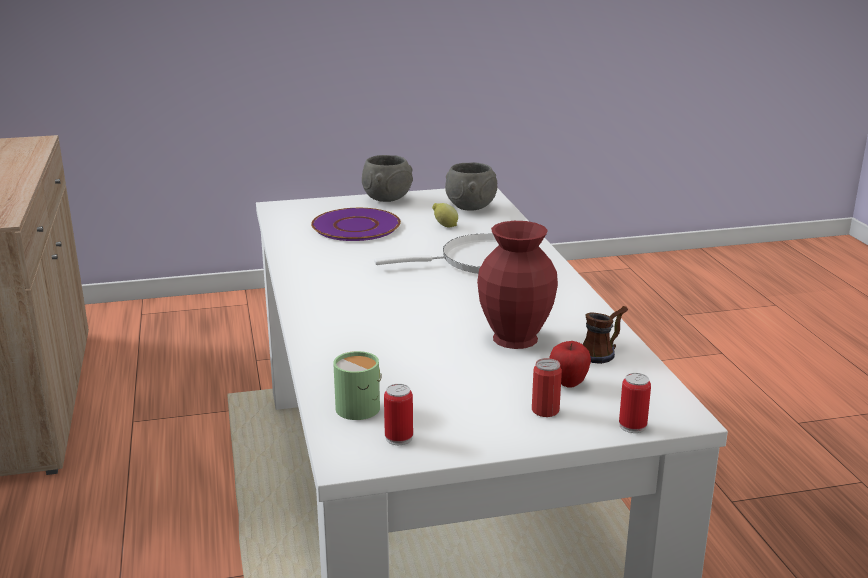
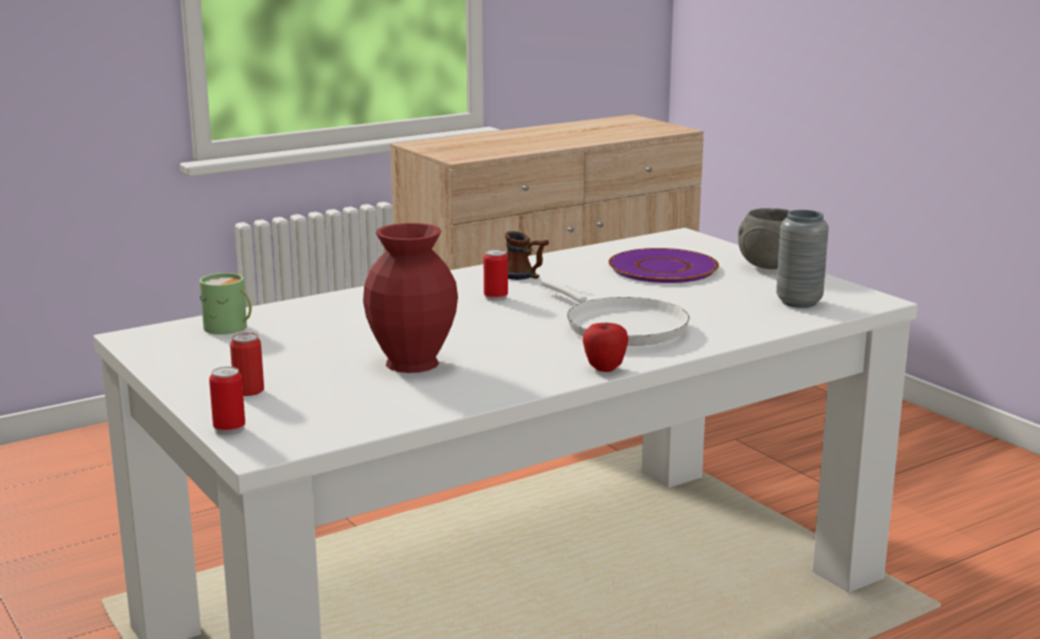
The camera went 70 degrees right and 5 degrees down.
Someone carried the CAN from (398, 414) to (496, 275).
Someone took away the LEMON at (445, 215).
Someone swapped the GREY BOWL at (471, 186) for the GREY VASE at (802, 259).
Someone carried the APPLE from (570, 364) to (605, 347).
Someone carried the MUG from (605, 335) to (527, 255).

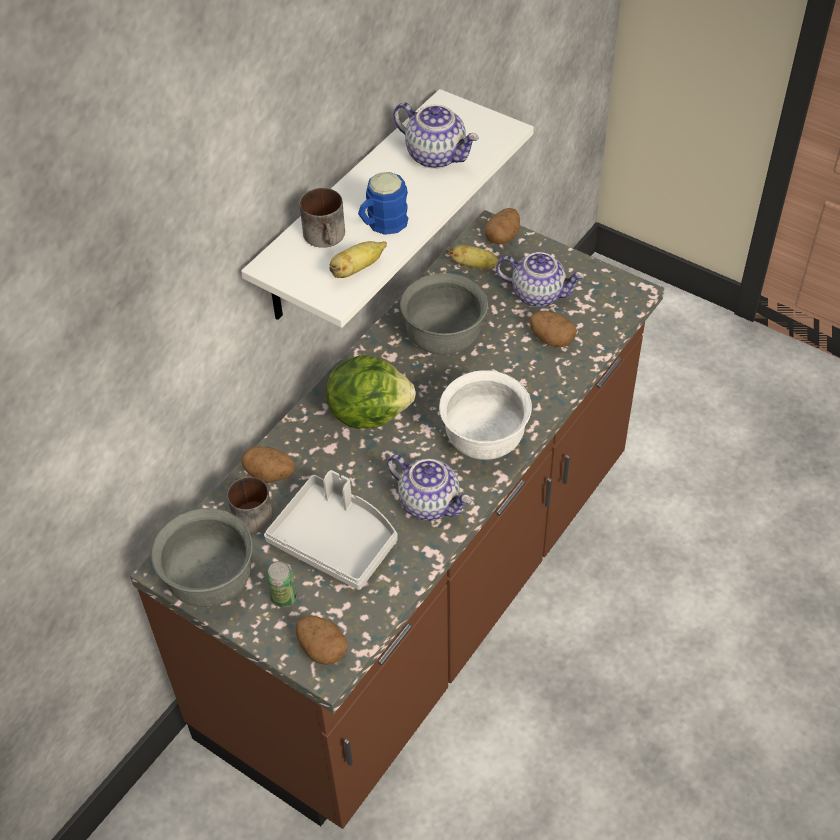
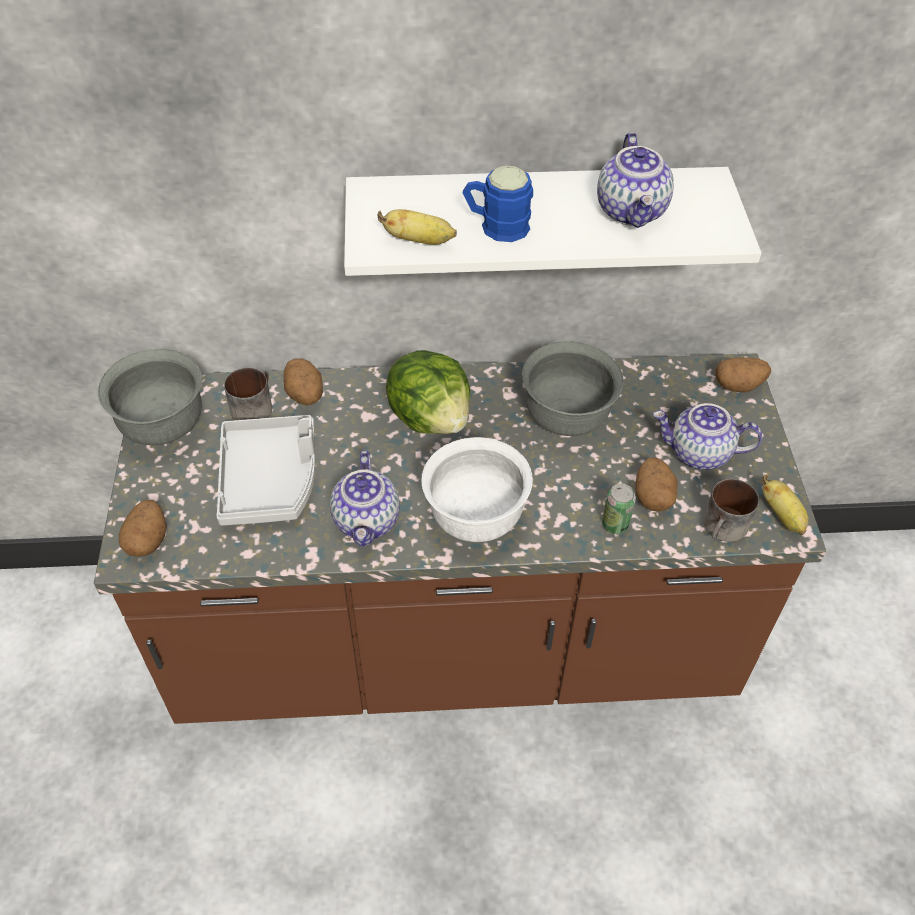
The camera went 50 degrees right and 0 degrees up.
Someone carried the CAN from (281, 584) to (619, 508).
Someone carried the MUG from (322, 218) to (731, 510).
Someone carried the BANANA from (473, 257) to (785, 504).
Someone rotated the TEAPOT at (540, 279) by 120 degrees clockwise.

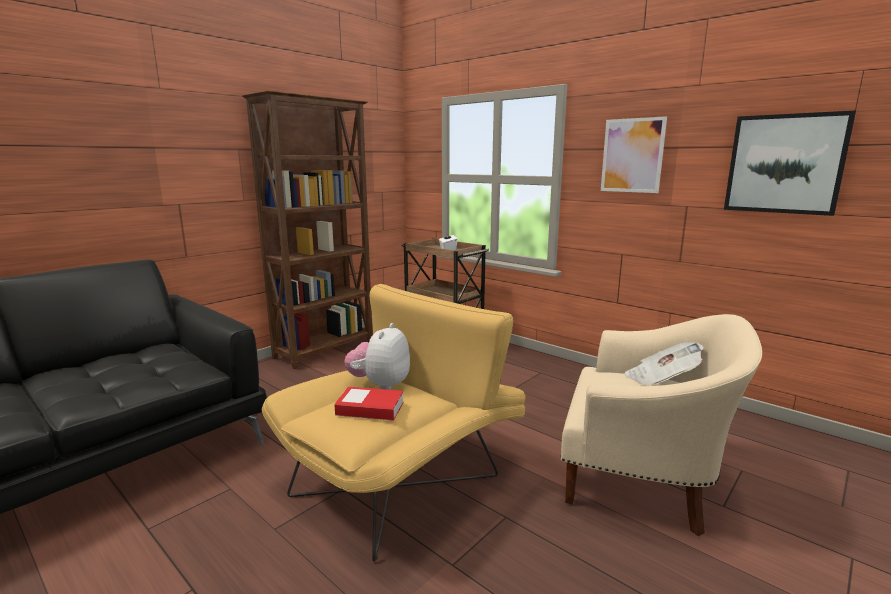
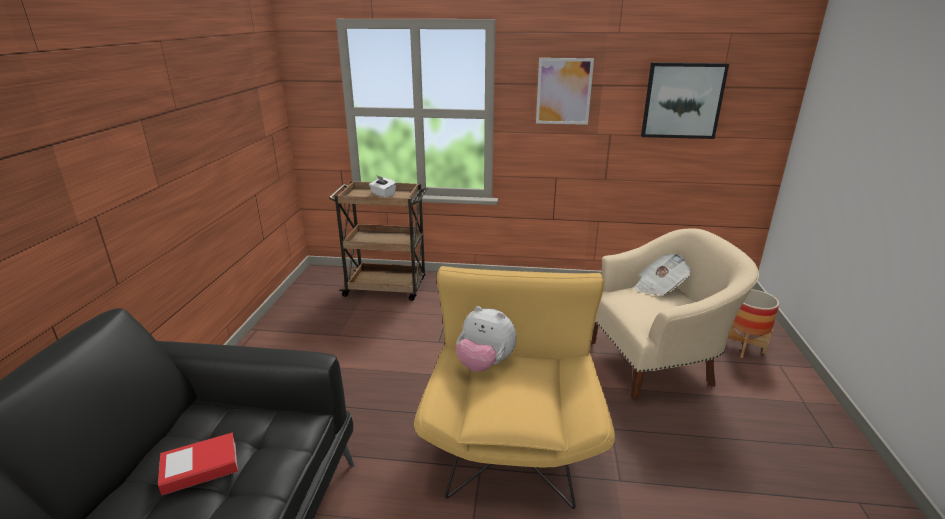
The camera went 35 degrees left and 10 degrees up.
Someone took away the BROWN BOOKCASE at (307, 230).
Someone carried the BOOK from (369, 404) to (198, 463).
Someone rotated the PLUSH TOY at (377, 356) by 45 degrees counterclockwise.
Someone put down the PLANTER at (753, 323).

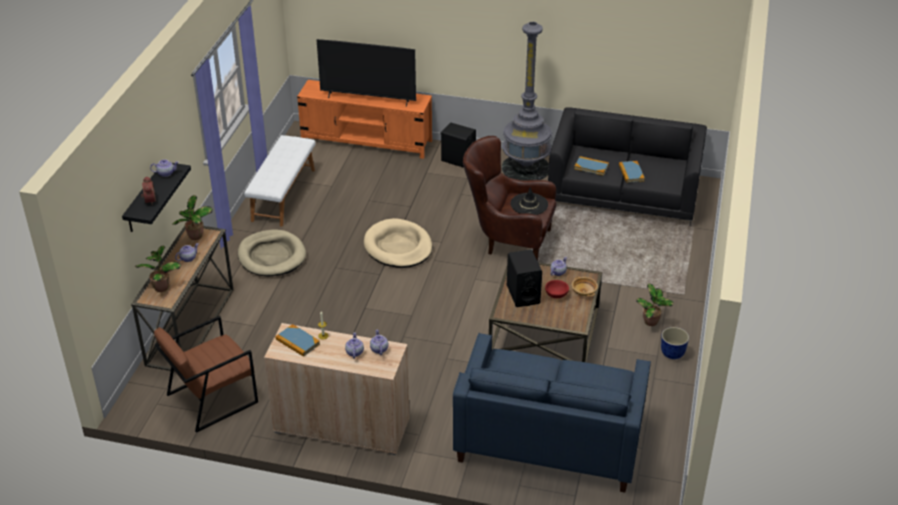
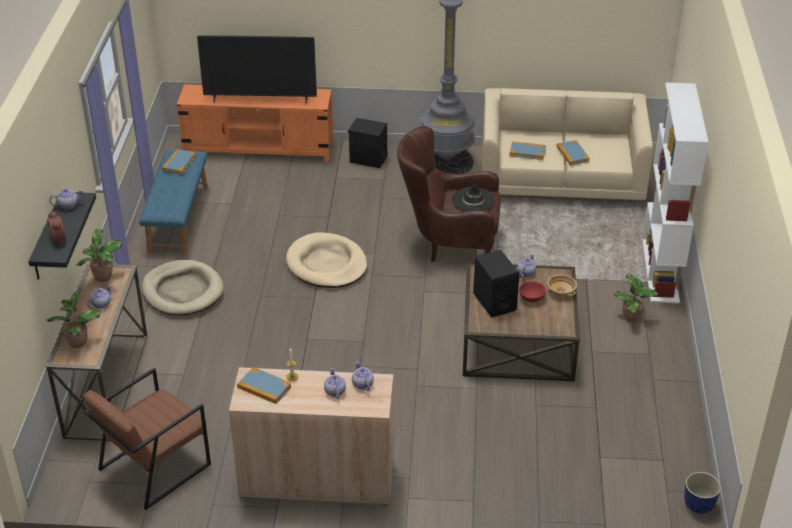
The camera went 10 degrees left and 0 degrees up.
Someone repainted the WHITE BENCH at (279, 181), which became the BLUE BENCH at (173, 203).
Someone took away the BLUE SOFA at (552, 412).
Someone repainted the BLACK SOFA at (627, 166), which became the BEIGE SOFA at (567, 147).
Someone carried the PLANTER from (675, 343) to (702, 493).
Someone put down the BOOK at (179, 162).
Someone put down the WHITE BOOKCASE at (675, 193).

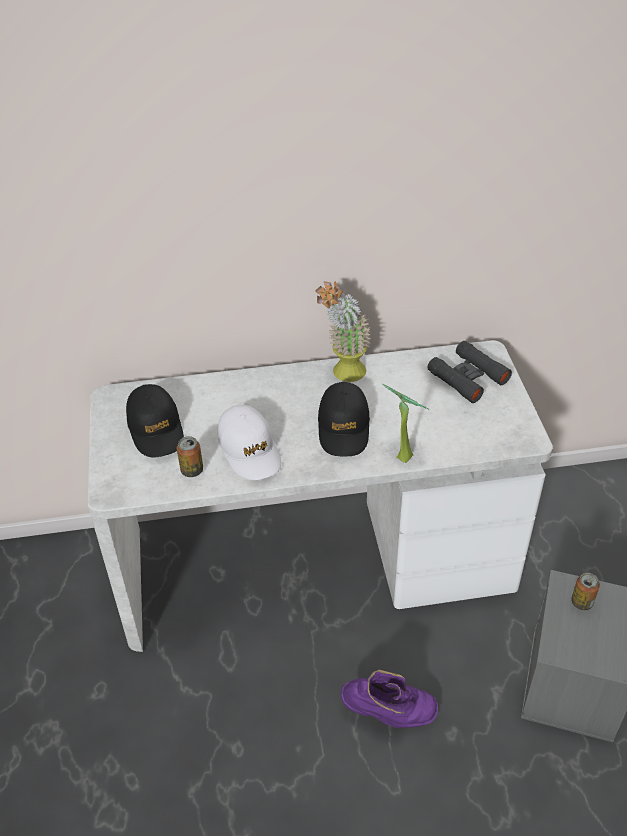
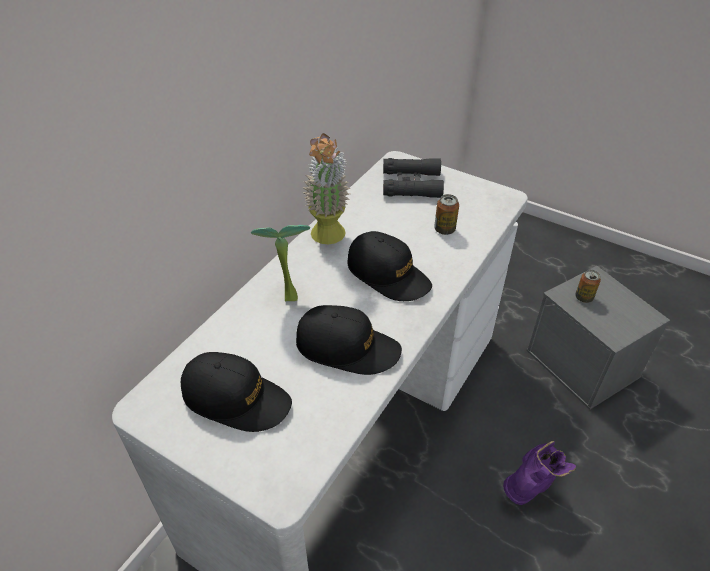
The camera went 50 degrees left and 0 degrees up.
Someone carried the CAN from (190, 456) to (446, 214).
Someone repainted the WHITE CAP at (249, 442), which became the BLACK CAP at (349, 340).
Someone carried the POTTED PLANT from (406, 423) to (280, 263).

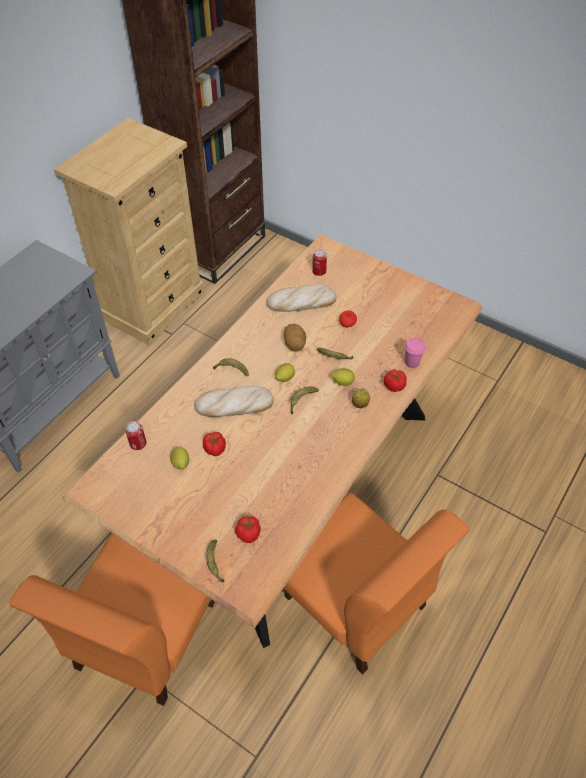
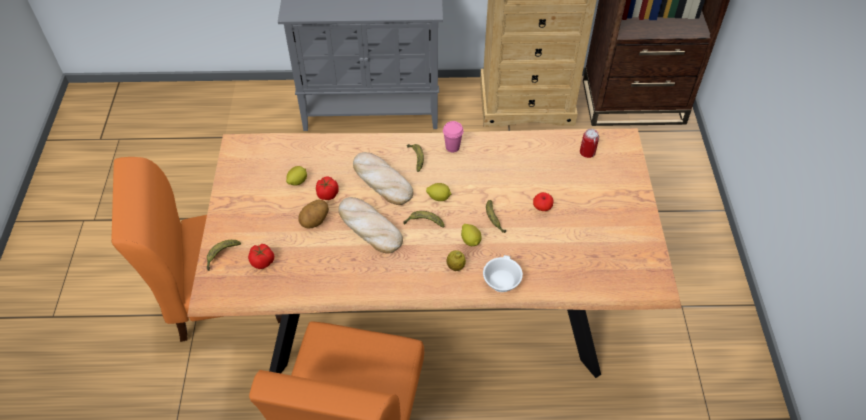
The camera went 55 degrees right and 0 degrees up.
Someone took away the CAN at (135, 435).
Someone carried the BREAD from (301, 298) to (370, 225).
Someone carried the POTATO from (295, 338) to (313, 214).
Someone swapped the TOMATO at (395, 380) for the WHITE CUP at (503, 273).
Someone carried the PINK CUP from (415, 353) to (453, 136).

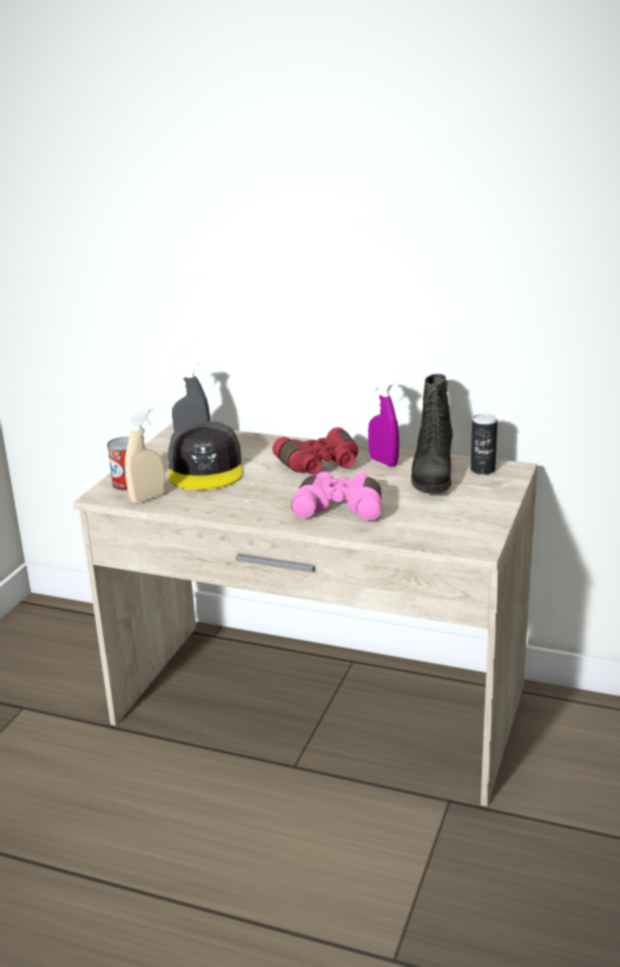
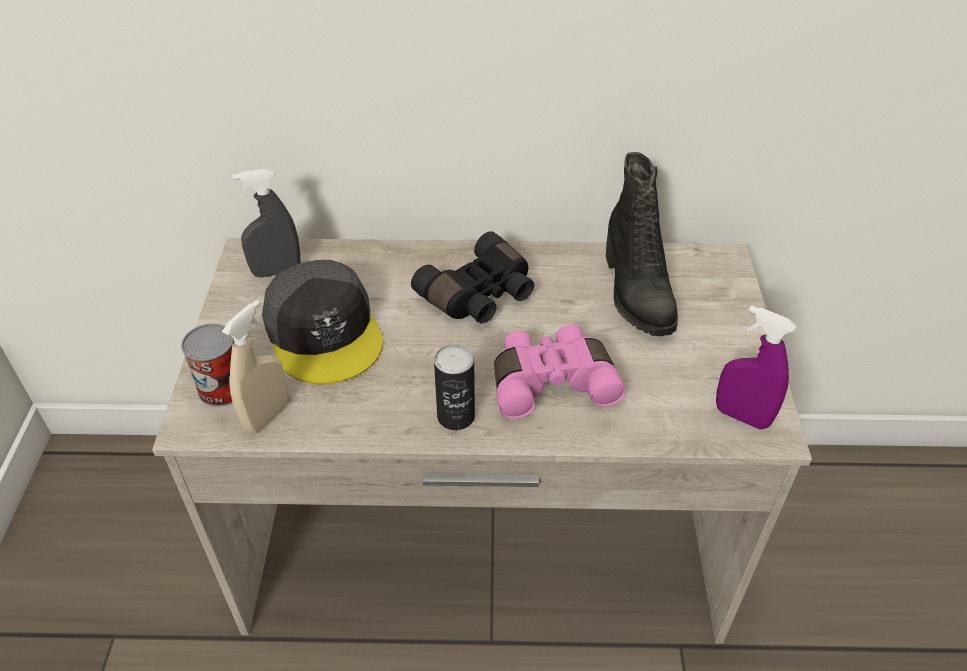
The camera went 20 degrees left and 20 degrees up.
Someone repainted the RED BINOCULARS at (315, 451), which became the BLACK BINOCULARS at (472, 277).
Someone carried the PURPLE SPRAY BOTTLE from (383, 420) to (756, 367).
Someone carried the CAN from (484, 444) to (454, 387).

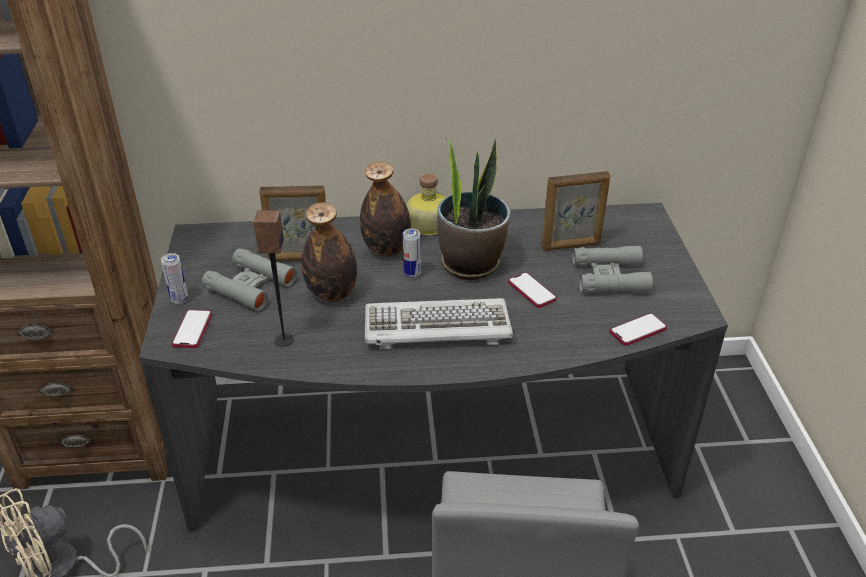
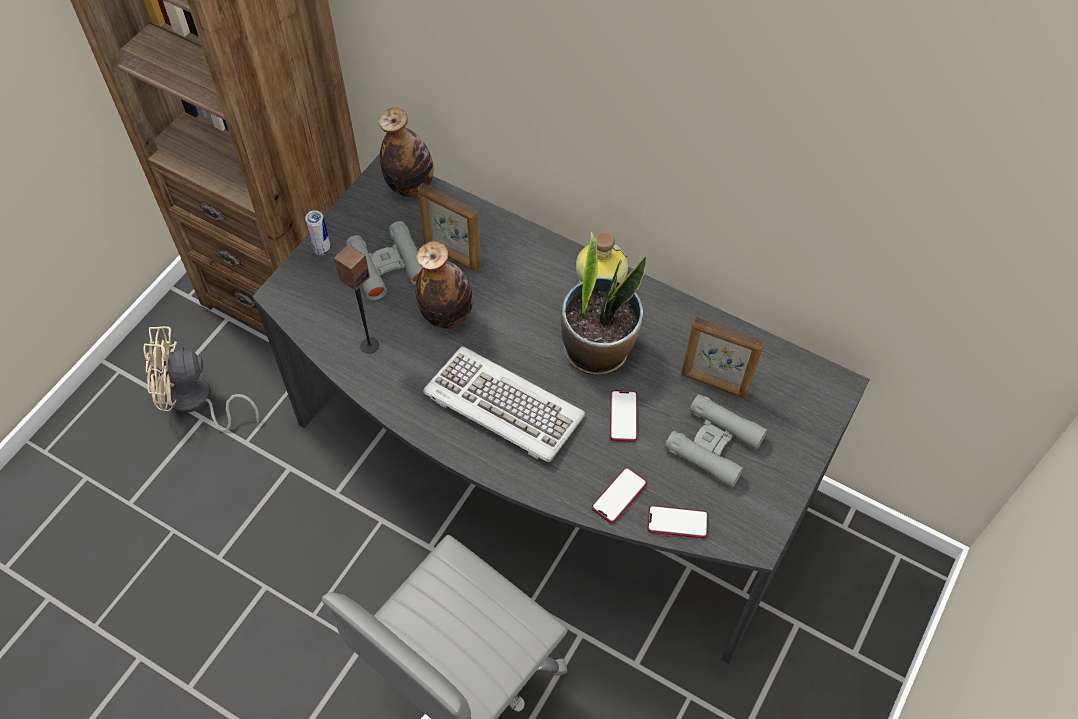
The camera went 35 degrees right and 20 degrees up.
Someone carried the PHONE from (192, 328) to (619, 495).
Someone carried the BOTTLE from (385, 209) to (406, 152).
Someone took away the CAN at (412, 253).

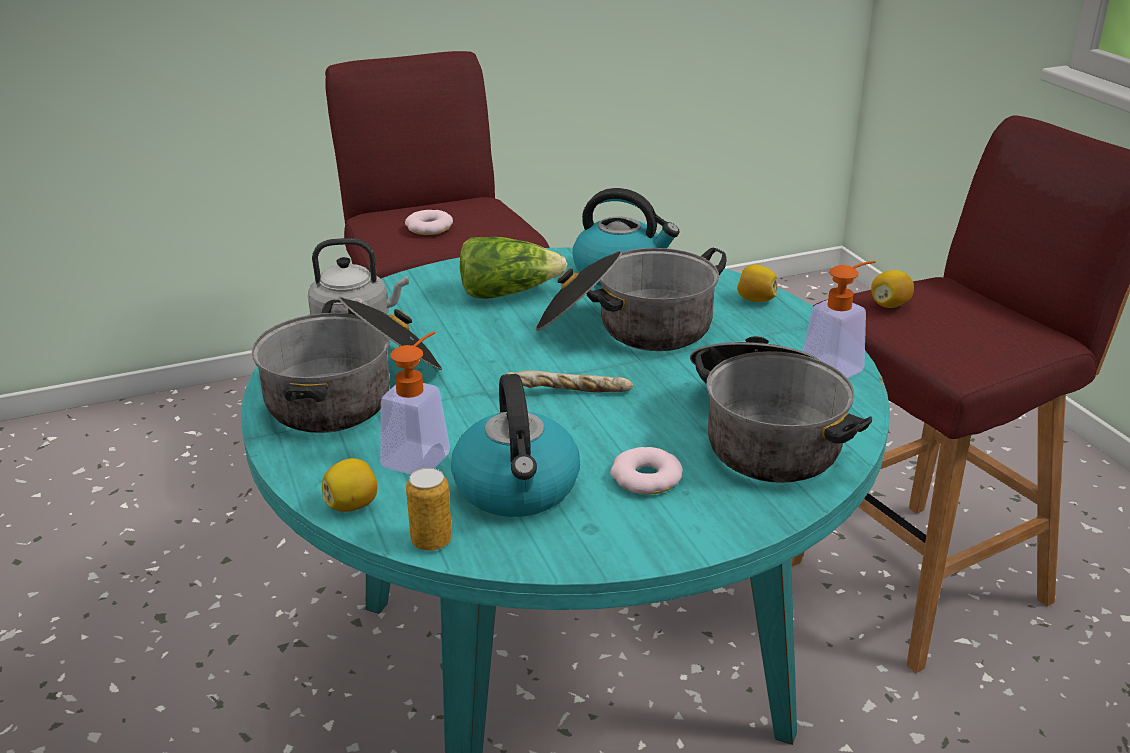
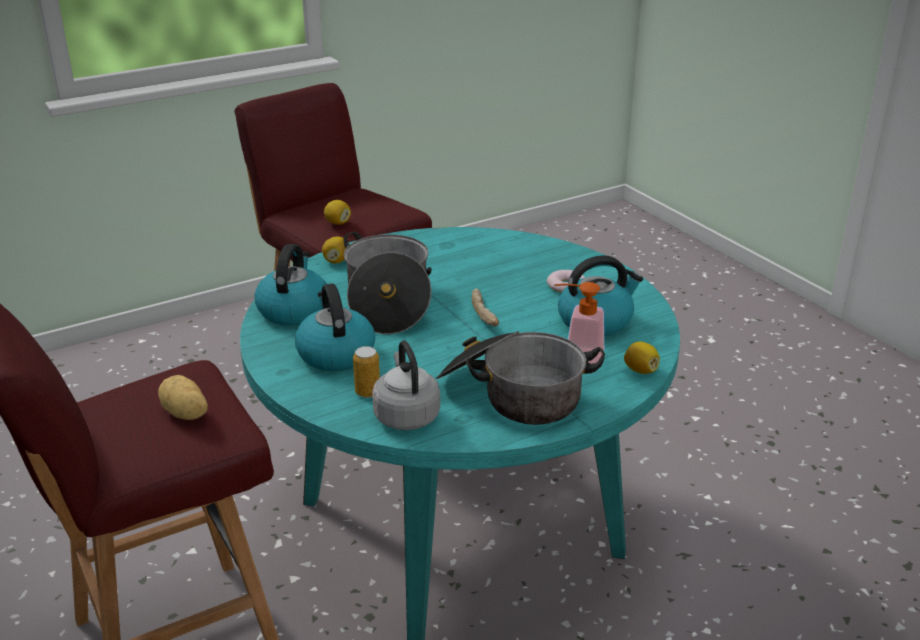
The camera went 100 degrees left and 0 degrees up.
Someone swapped the DONUT at (429, 222) for the POTATO at (183, 397).
Someone carried the CAN from (429, 509) to (366, 372).
Someone swapped the LETTUCE at (513, 268) for the KETTLE at (335, 327).
Someone took away the COOKING POT at (781, 409).
Someone took away the SOAP DISPENSER at (839, 319).

